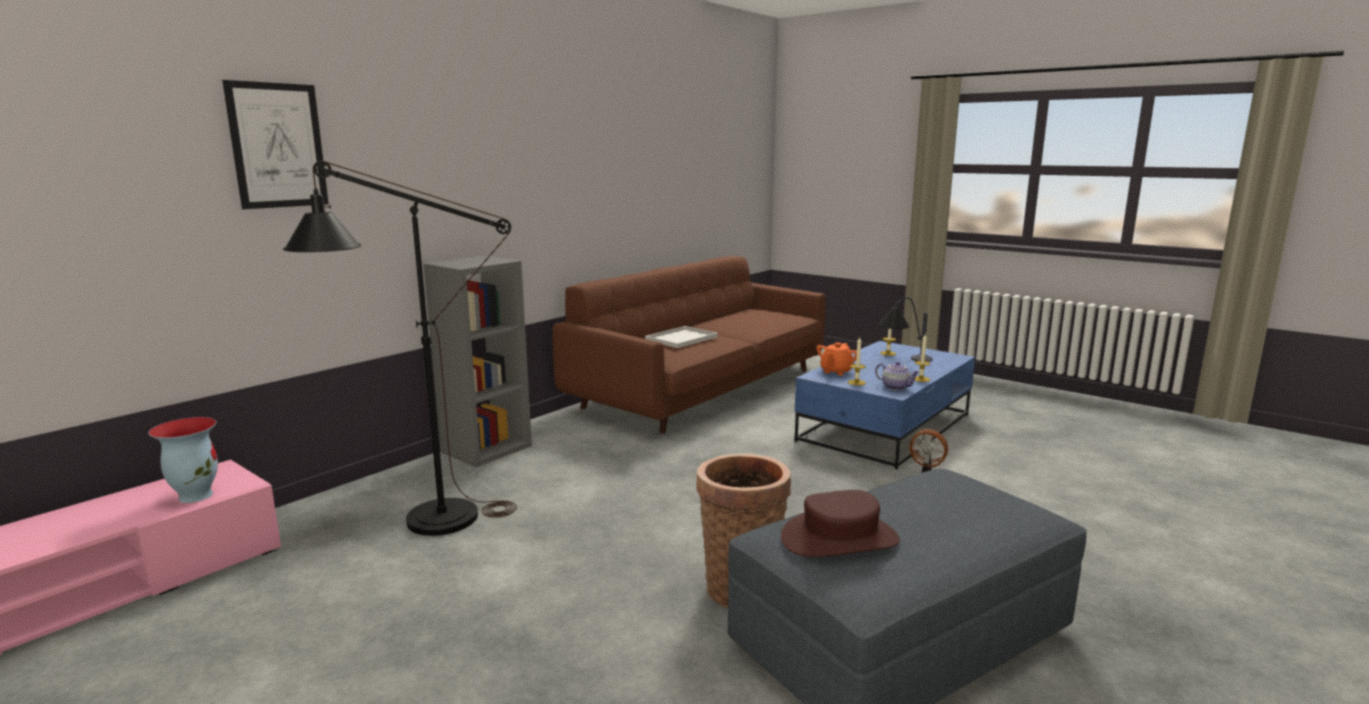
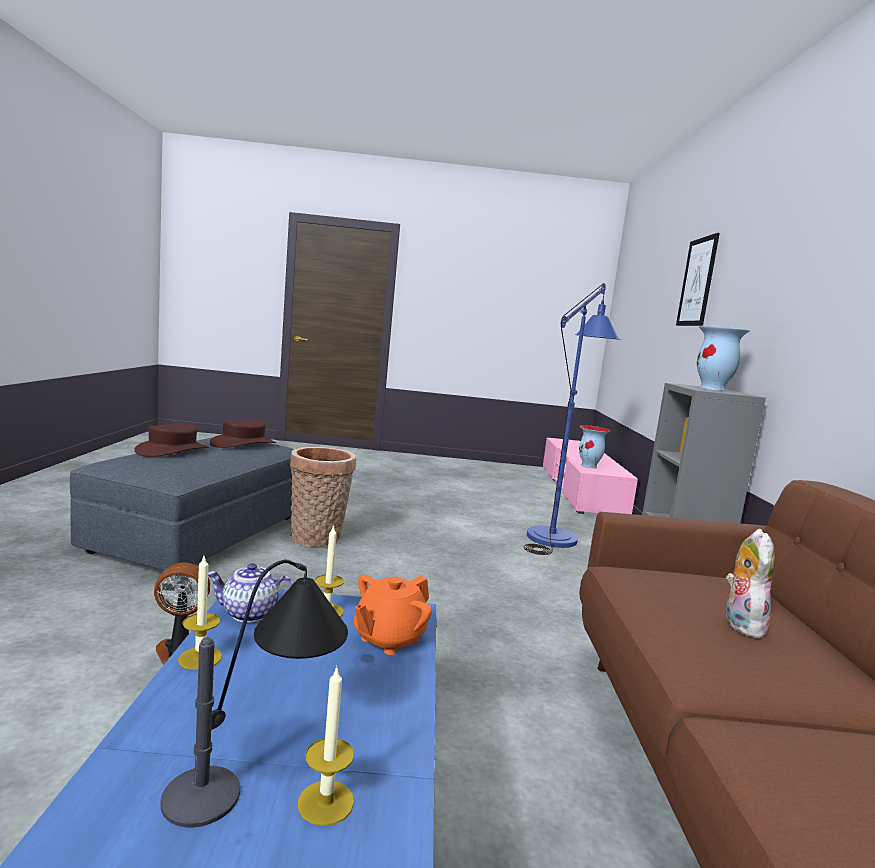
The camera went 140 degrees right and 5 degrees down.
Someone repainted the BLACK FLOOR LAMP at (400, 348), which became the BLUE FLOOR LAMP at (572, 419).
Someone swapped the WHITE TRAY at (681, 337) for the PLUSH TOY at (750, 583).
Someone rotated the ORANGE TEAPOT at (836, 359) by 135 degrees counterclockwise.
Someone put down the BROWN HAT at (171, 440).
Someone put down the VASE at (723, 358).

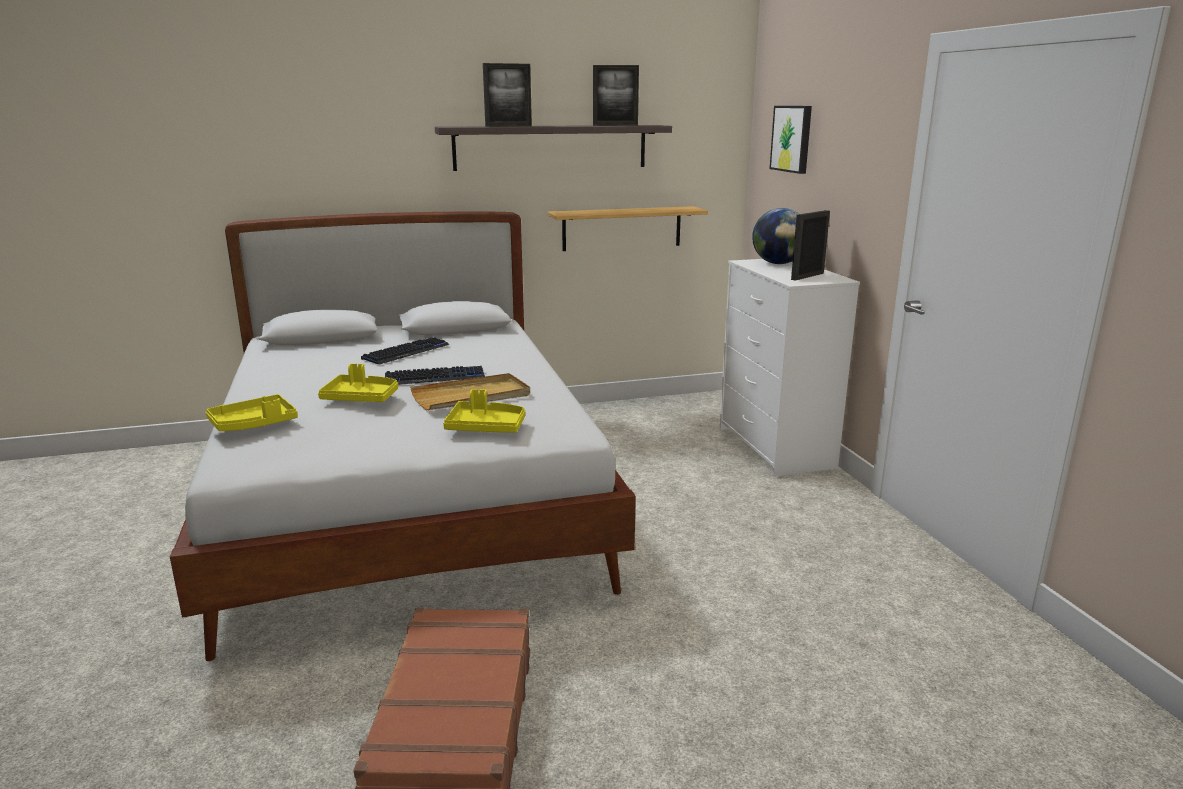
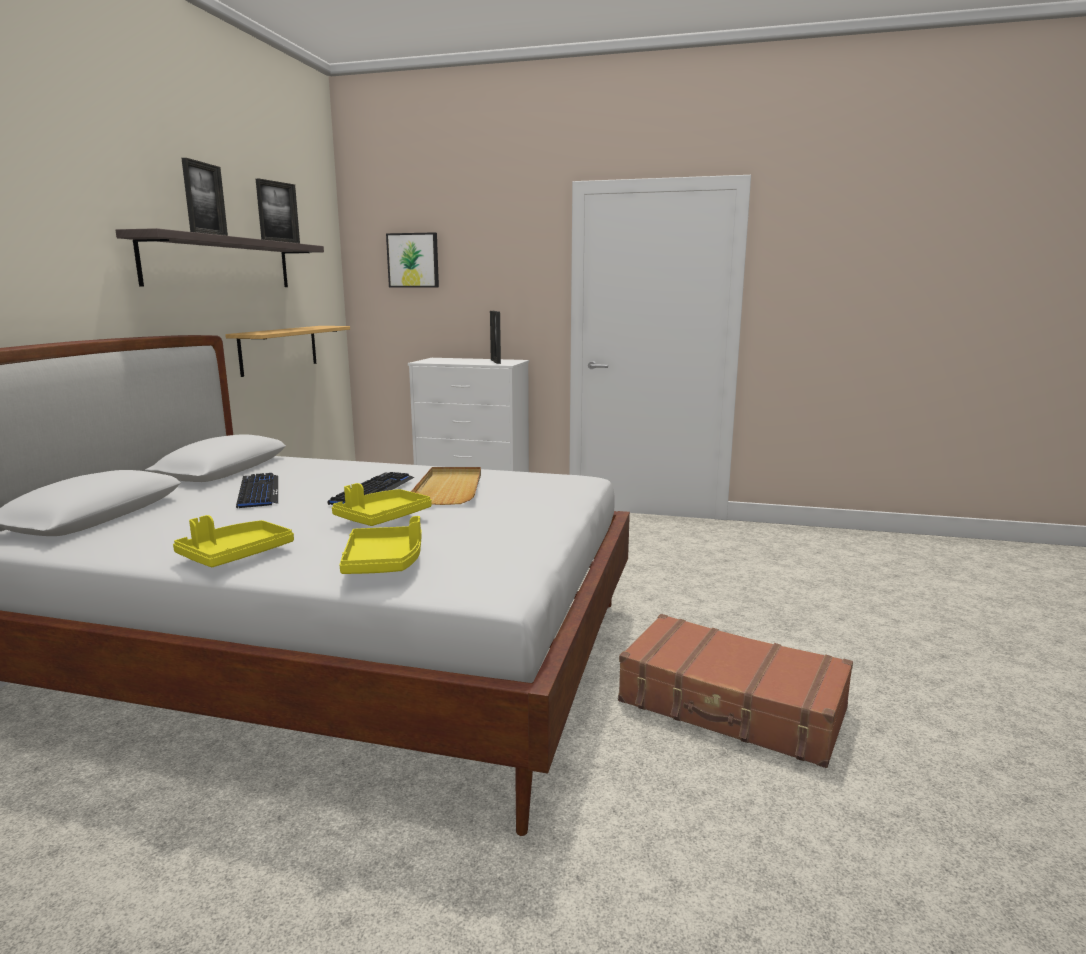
The camera went 60 degrees left and 5 degrees down.
Someone carried the YELLOW TRAY from (484, 411) to (233, 541).
Someone took away the GLOBE at (775, 236).

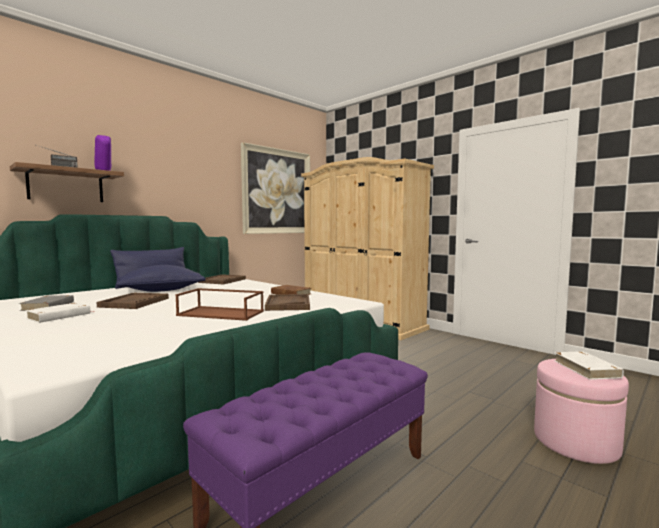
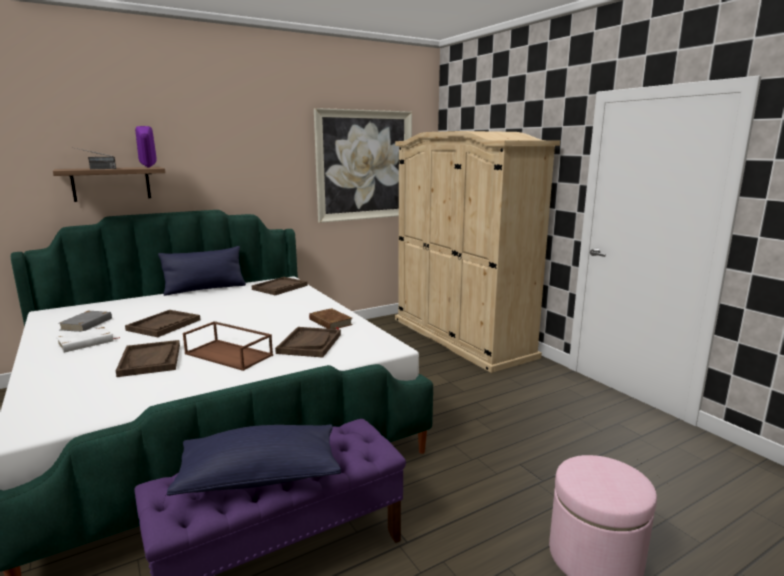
The camera went 15 degrees right and 10 degrees up.
Someone carried the BLUE PILLOW from (161, 278) to (254, 460).
Someone took away the WHITE BOOK at (589, 365).
Someone put down the BROWN TRAY at (148, 358).

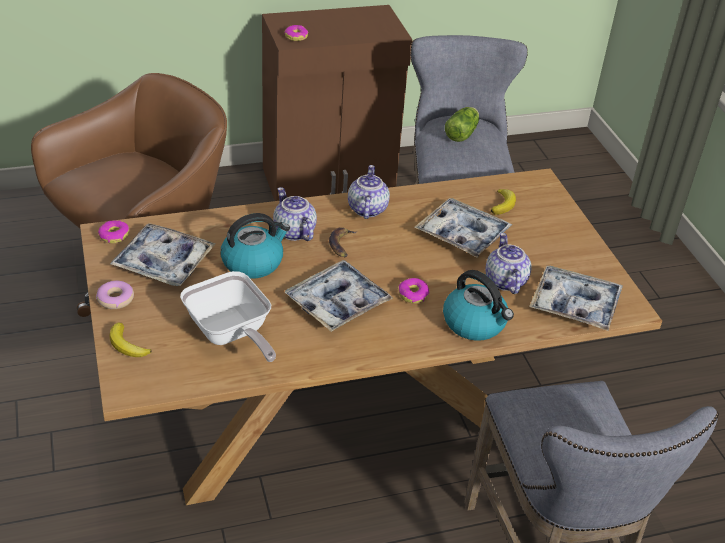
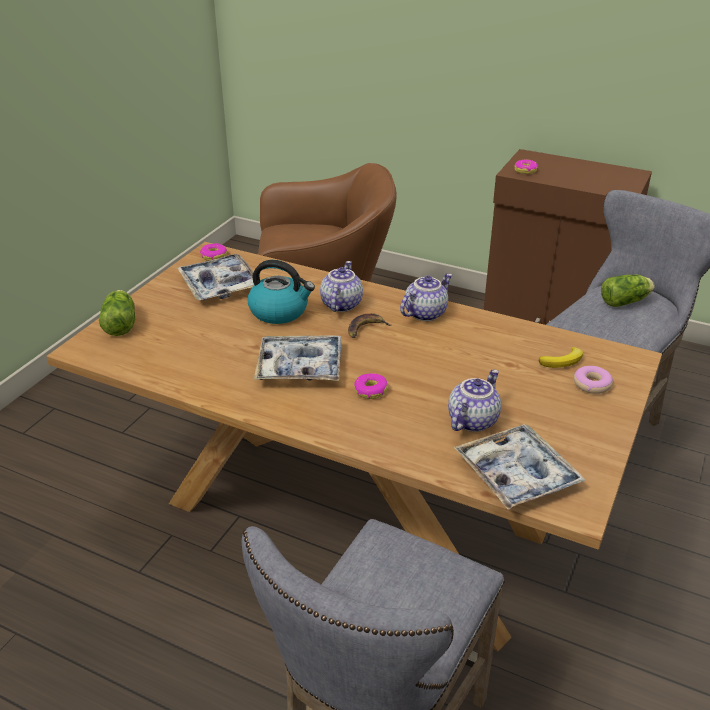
The camera went 45 degrees right and 5 degrees down.
Someone carried the DONUT from (115, 295) to (593, 380).
Someone swapped the BANANA at (131, 339) for the LETTUCE at (117, 313).
Someone took away the FRYING PAN at (228, 316).
Someone took away the TRAY at (463, 227).
Someone took away the KETTLE at (478, 305).

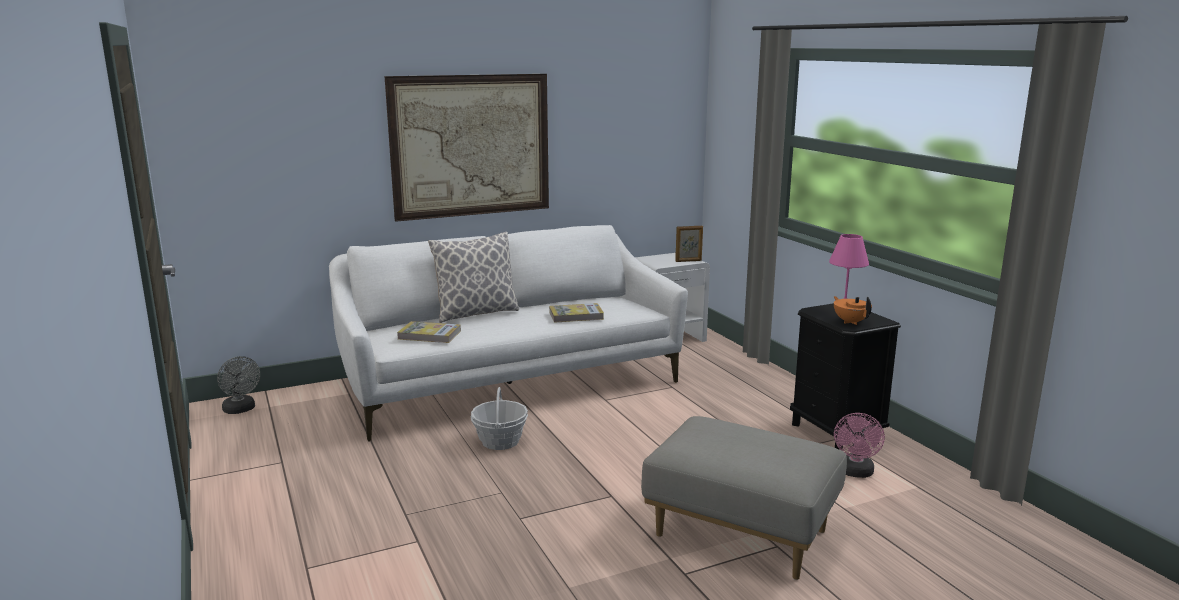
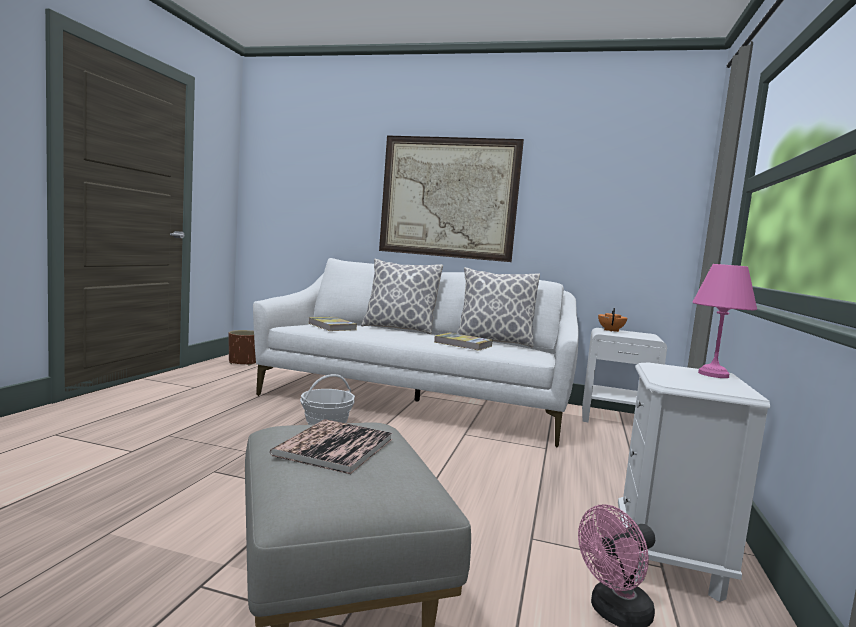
The camera went 40 degrees right and 10 degrees down.
Someone swapped the GREY FAN at (238, 385) for the BROWN PLANTER at (242, 348).
Someone took away the PICTURE FRAME at (689, 244).
Someone repainted the BLACK NIGHTSTAND at (845, 376), which became the WHITE NIGHTSTAND at (694, 482).
Someone carried the ORANGE TEAPOT from (853, 310) to (612, 320).
Someone put down the BOOK at (331, 446).
Someone put down the PILLOW at (498, 307).

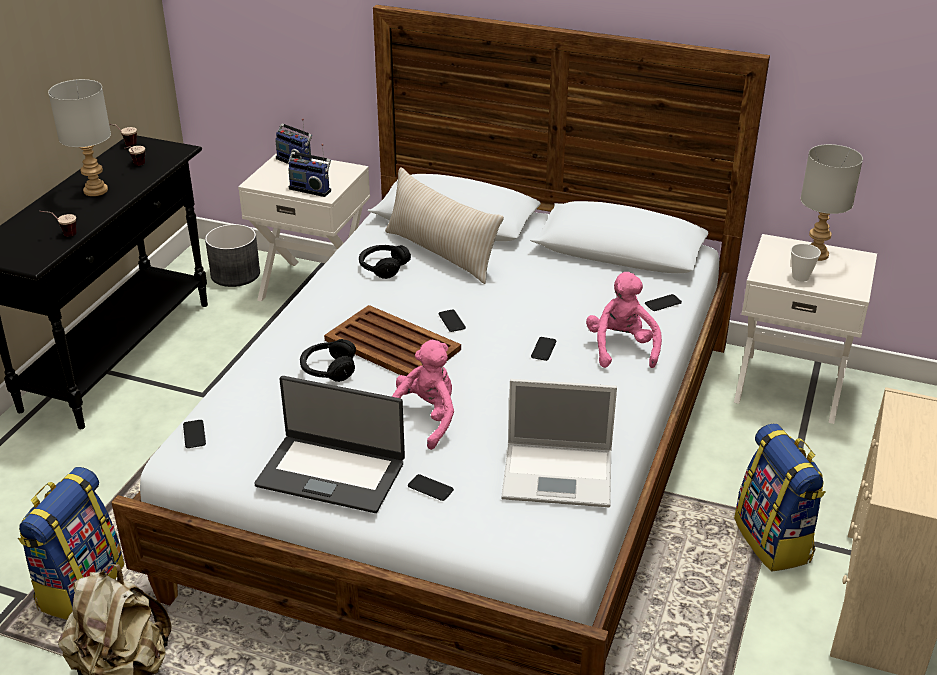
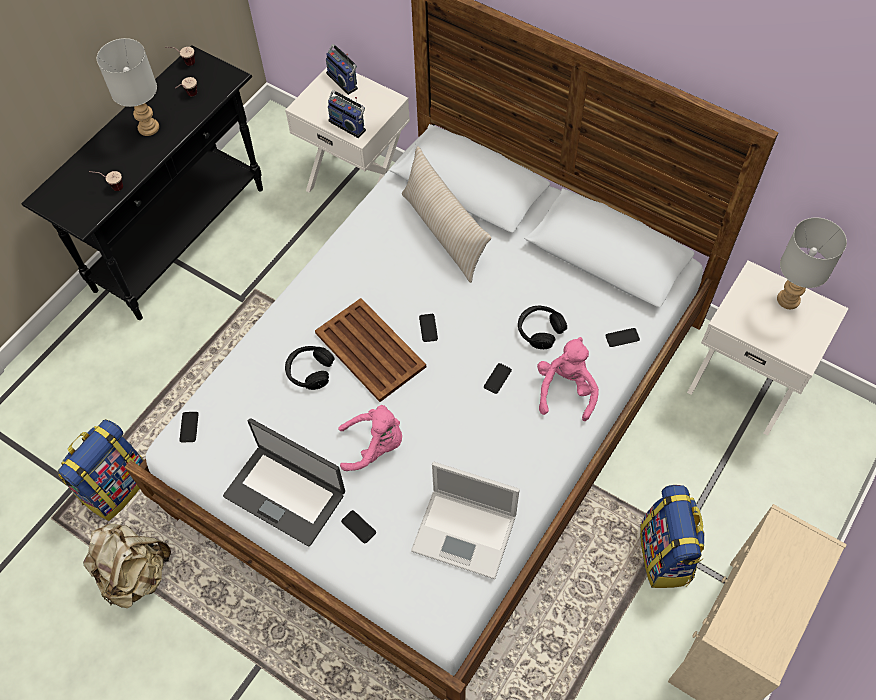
The camera went 15 degrees right and 25 degrees up.
Someone took away the GREY PLANTER at (232, 255).
Someone carried the BLACK HEADPHONES from (385, 262) to (542, 327).
Someone rotated the PINK PLUSH TOY at (423, 395) by 45 degrees clockwise.
Someone took away the CUP at (806, 262).

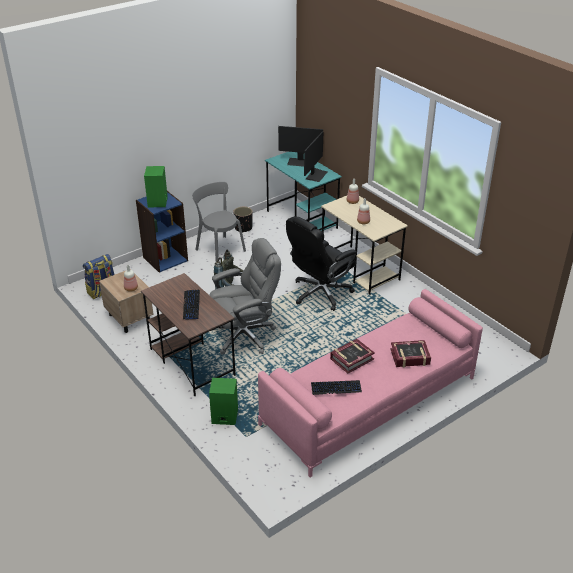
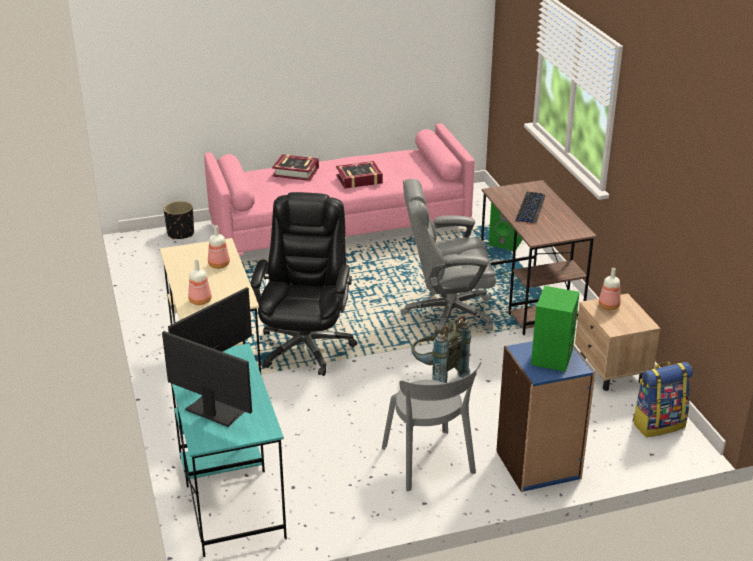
The camera went 160 degrees left and 5 degrees down.
Someone carried the BLACK PLANTER from (243, 220) to (178, 220).
Someone rotated the BLACK OFFICE CHAIR at (321, 263) by 60 degrees counterclockwise.
Someone took away the KEYBOARD at (336, 387).

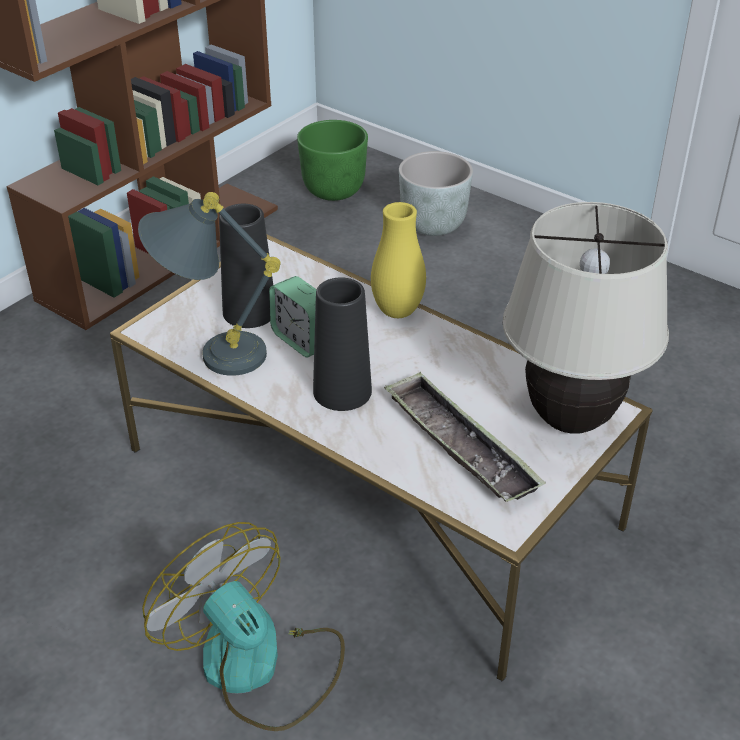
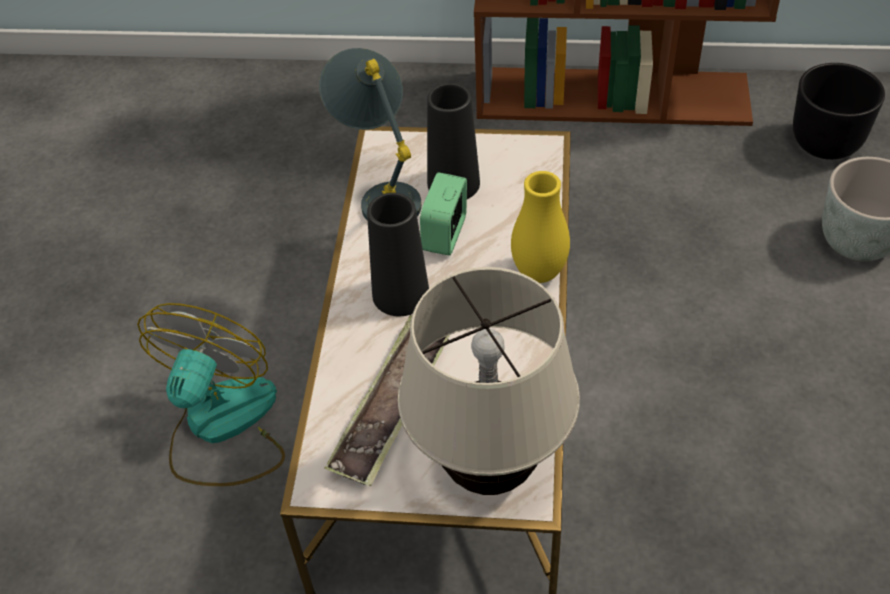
The camera went 60 degrees right and 10 degrees up.
Someone repainted the GREEN PLANTER at (332, 160), which became the BLACK PLANTER at (839, 111).

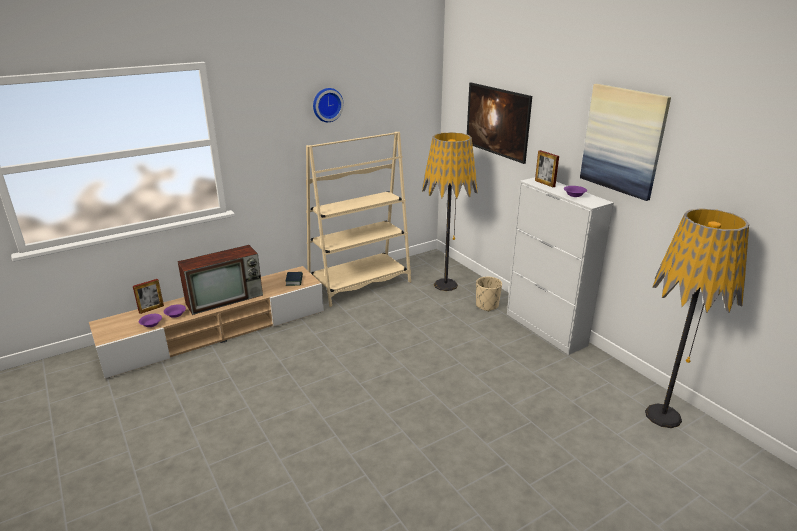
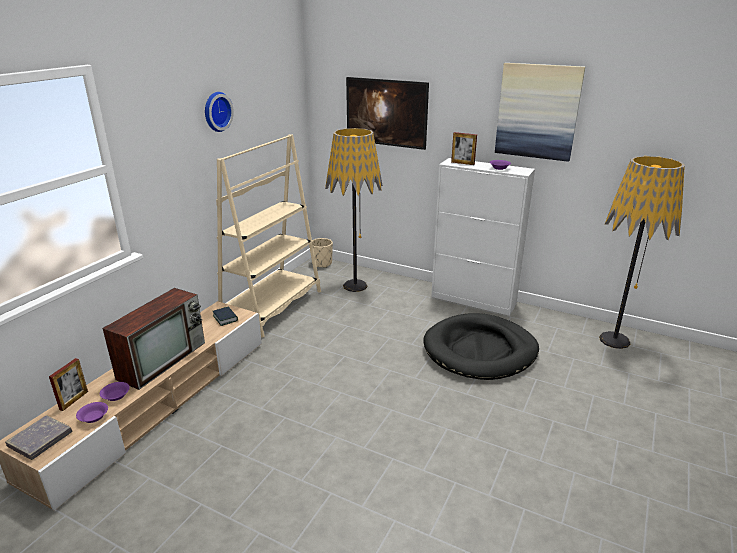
The camera went 30 degrees left and 0 degrees up.
Someone carried the BEIGE PLANTER from (489, 294) to (322, 253).
Someone put down the GREY BOOK at (38, 437).
Someone put down the BLACK DOG BED at (481, 346).

